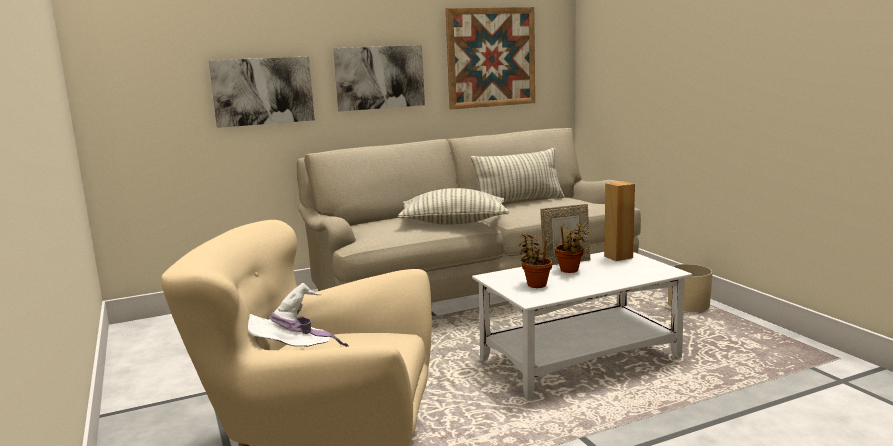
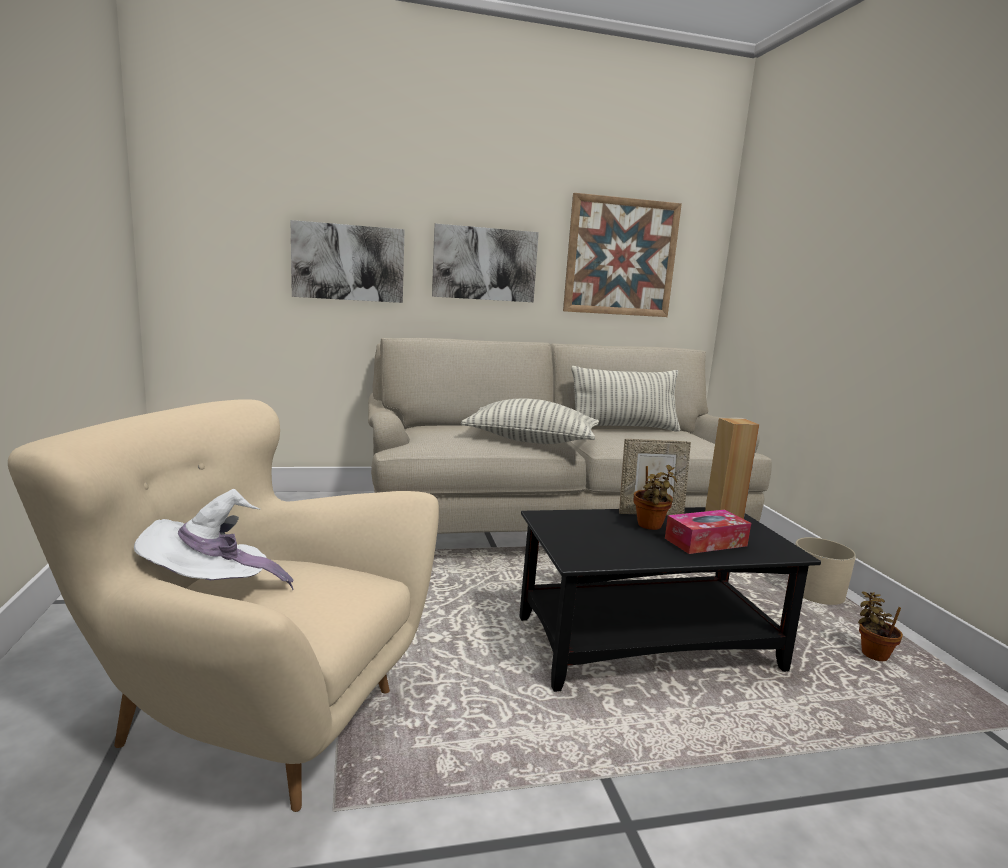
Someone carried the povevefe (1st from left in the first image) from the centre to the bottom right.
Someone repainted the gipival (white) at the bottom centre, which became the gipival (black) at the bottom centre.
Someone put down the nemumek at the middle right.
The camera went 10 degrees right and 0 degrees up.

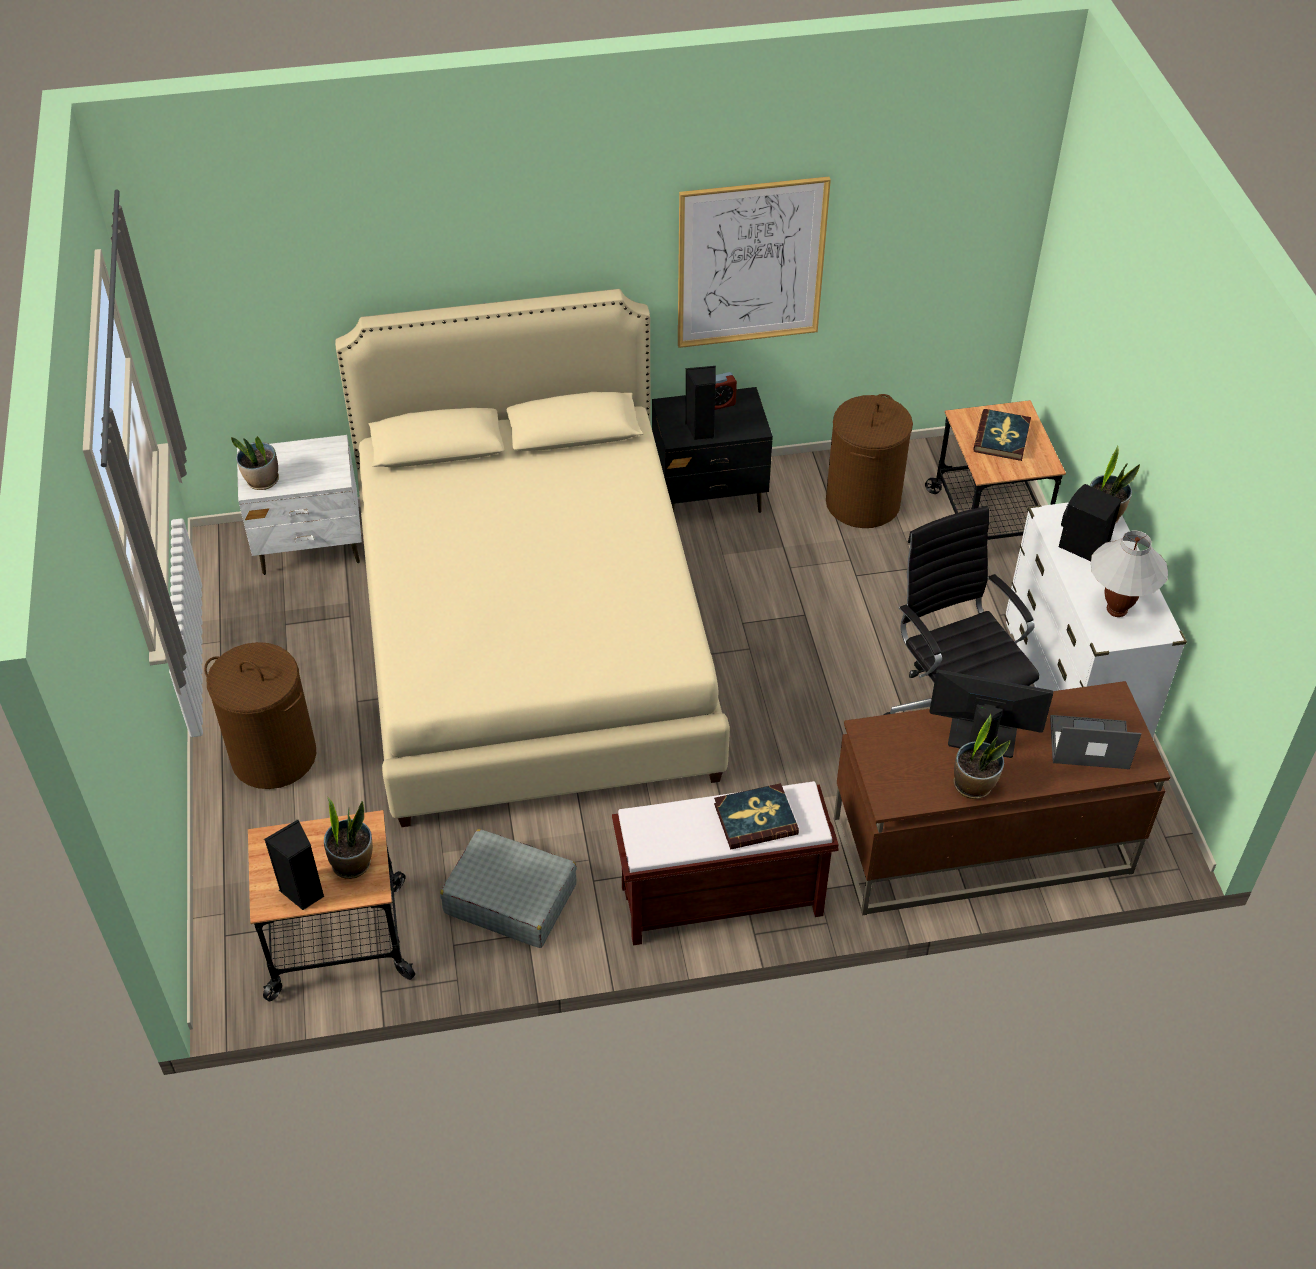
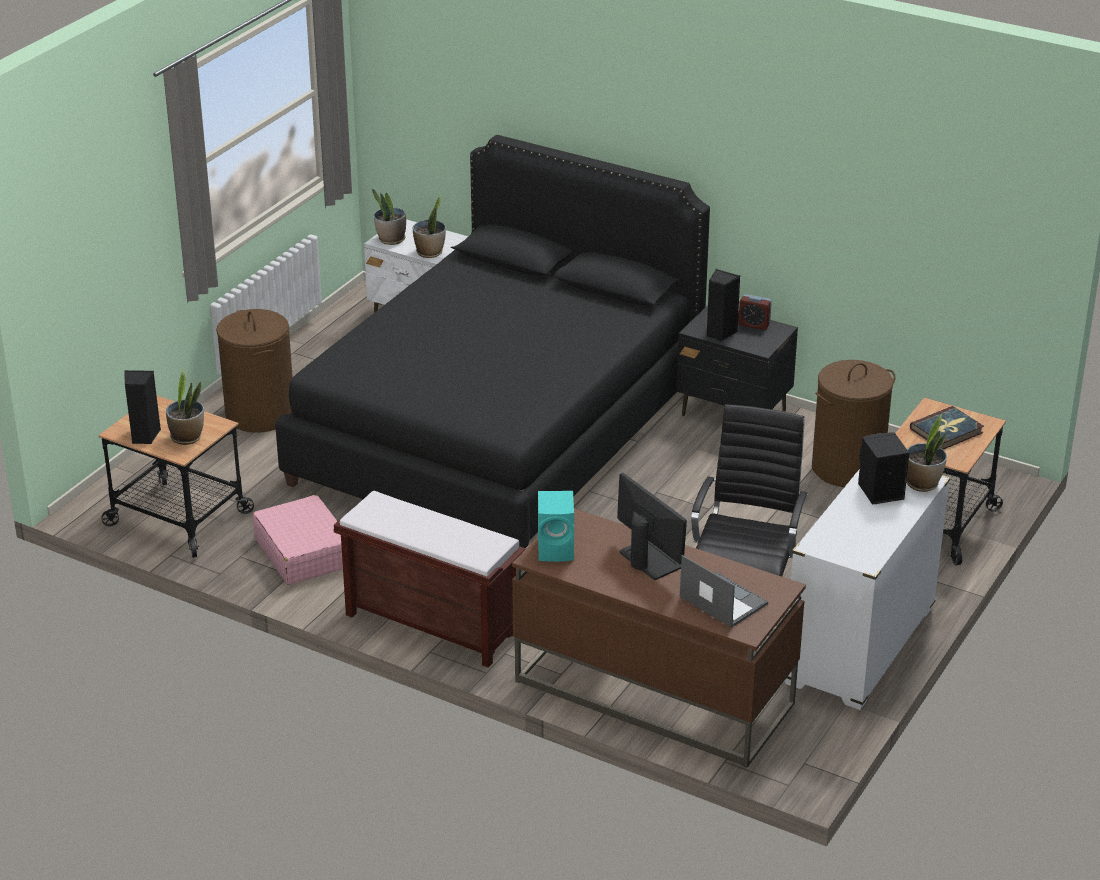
Someone took away the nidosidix at the top centre.
Someone repainted the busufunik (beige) at the centre, which became the busufunik (black) at the centre.
Someone took away the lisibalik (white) at the middle right.
Someone carried the povevefe (3rd from left) from the middle right to the top centre.
Someone took away the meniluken (1st from left) at the centre.
Someone repainted the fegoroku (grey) at the bottom centre, which became the fegoroku (pink) at the middle left.
Someone put down the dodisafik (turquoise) at the centre.
The camera went 40 degrees right and 15 degrees down.

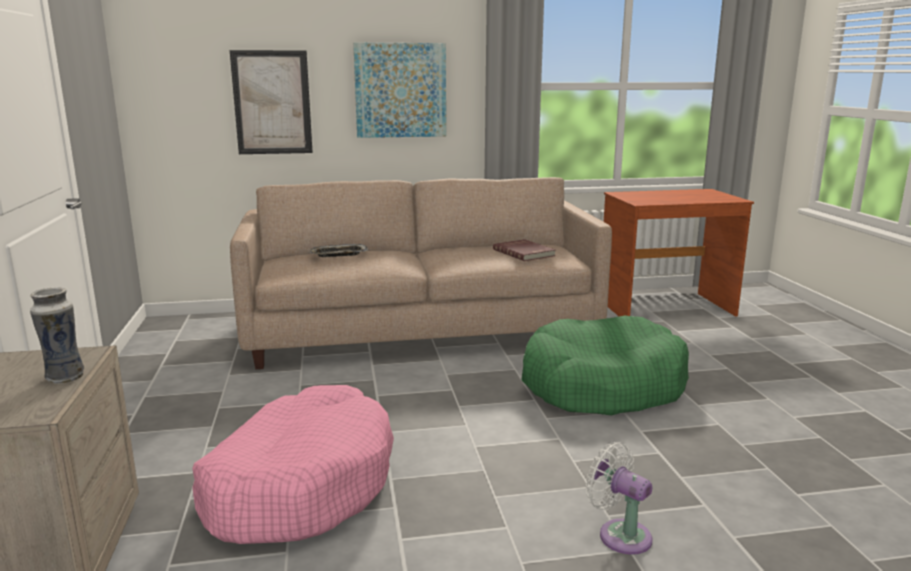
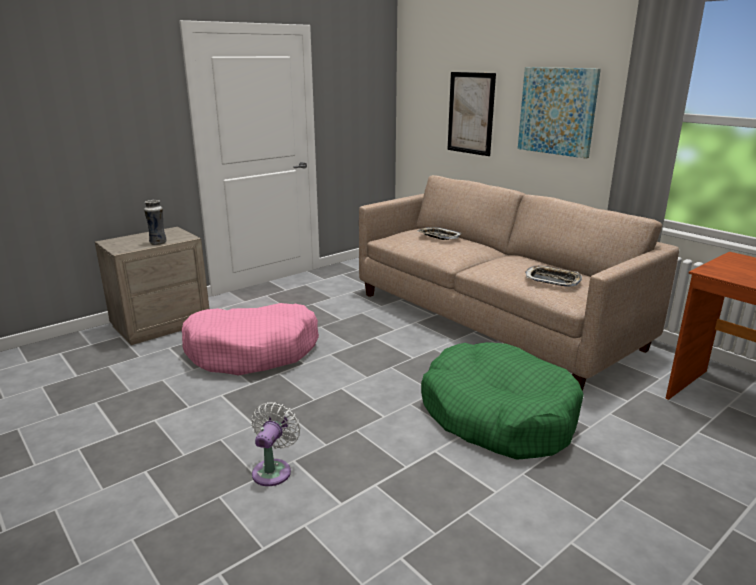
Someone swapped the meniluken (red) at the centre for the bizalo (2nd from left) at the middle right.
The camera went 60 degrees right and 5 degrees up.

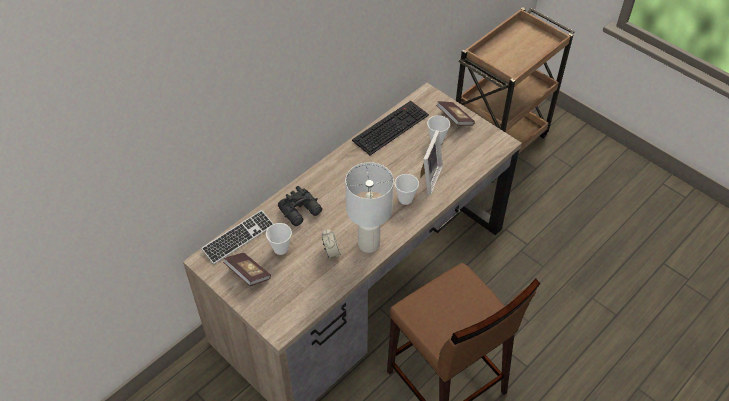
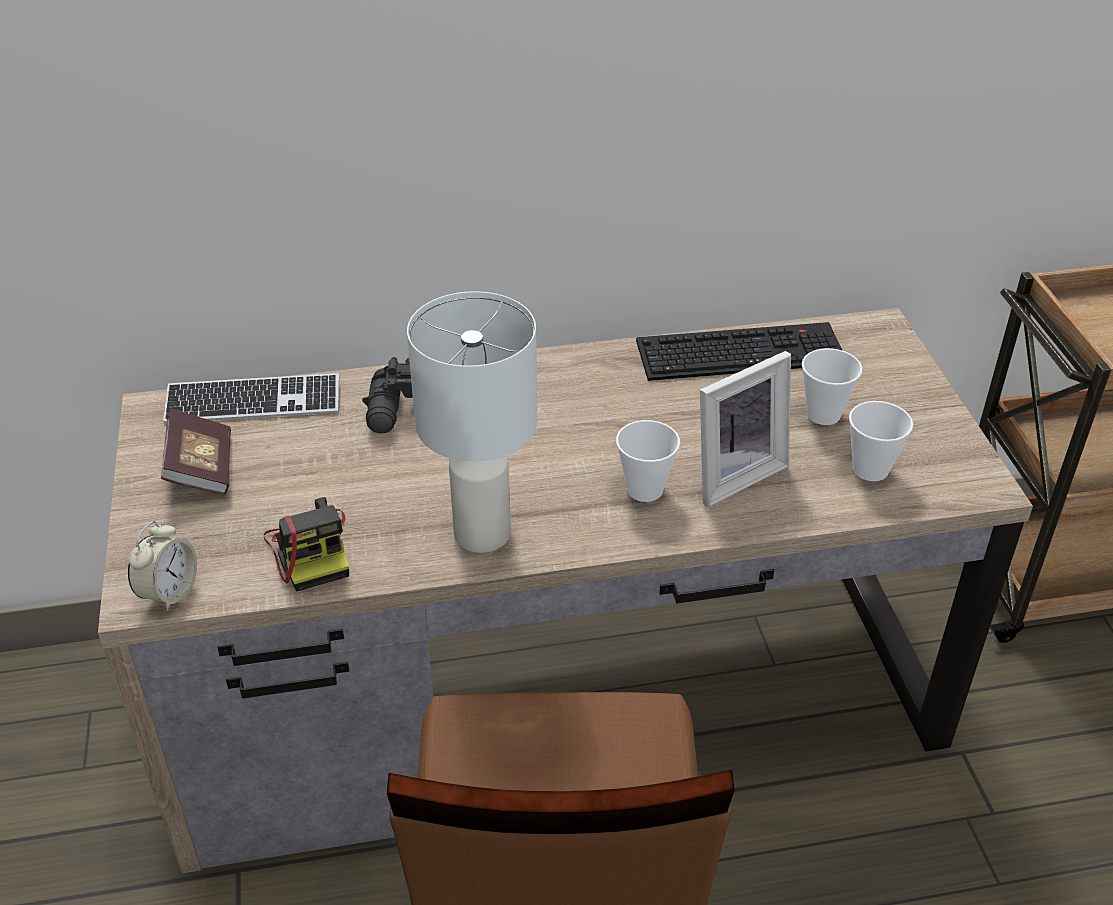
Someone took away the meniluken (2nd from left) at the top centre.
Someone carried the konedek (1st from left in the first image) from the centre to the middle right.
Someone carried the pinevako from the centre to the middle left.
Someone put down the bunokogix at the middle left.
The camera went 35 degrees right and 10 degrees down.

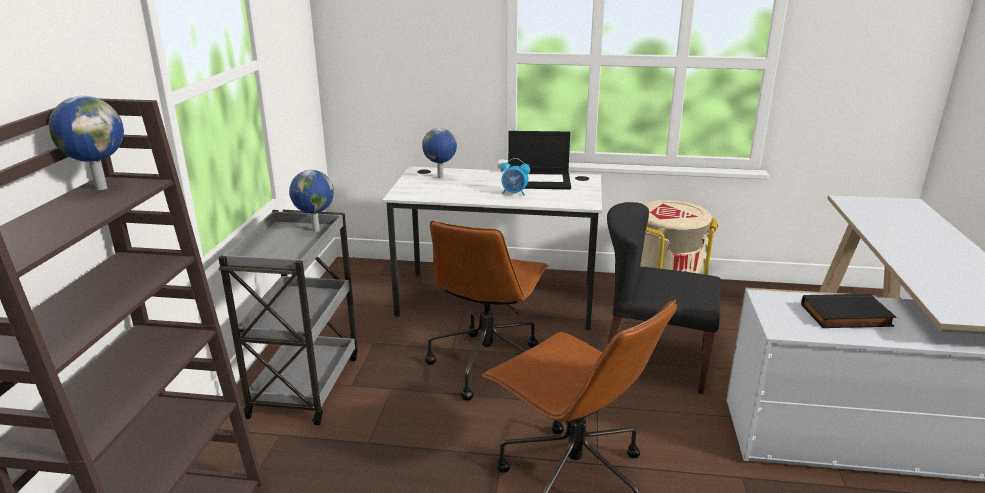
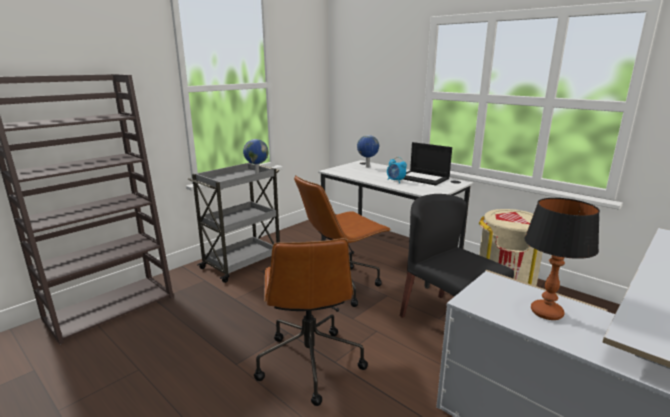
Someone took away the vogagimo (1st from left) at the top left.
Someone swapped the meniluken (black) at the middle right for the lisibalik at the middle right.
The camera went 35 degrees right and 5 degrees down.

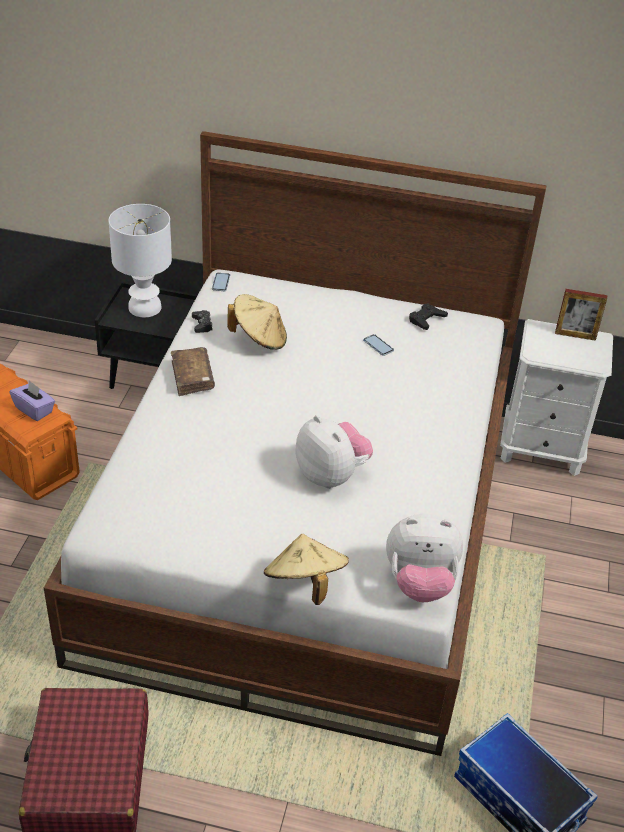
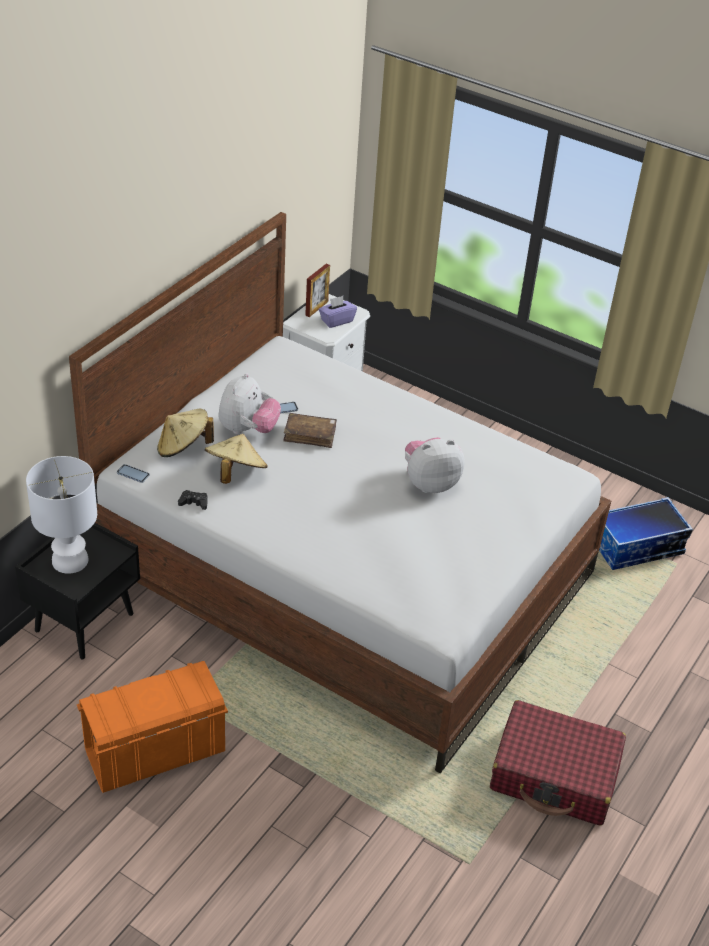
Someone took away the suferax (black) (2nd from left) at the middle right.
Someone carried the meniluken (brown) from the middle left to the centre.
Someone carried the nemumek (purple) from the middle left to the top centre.
Someone carried the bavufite (2nd from left in the first image) from the bottom right to the centre.
Someone carried the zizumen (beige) (2nd from left in the first image) from the bottom centre to the middle left.
The camera went 70 degrees left and 0 degrees up.

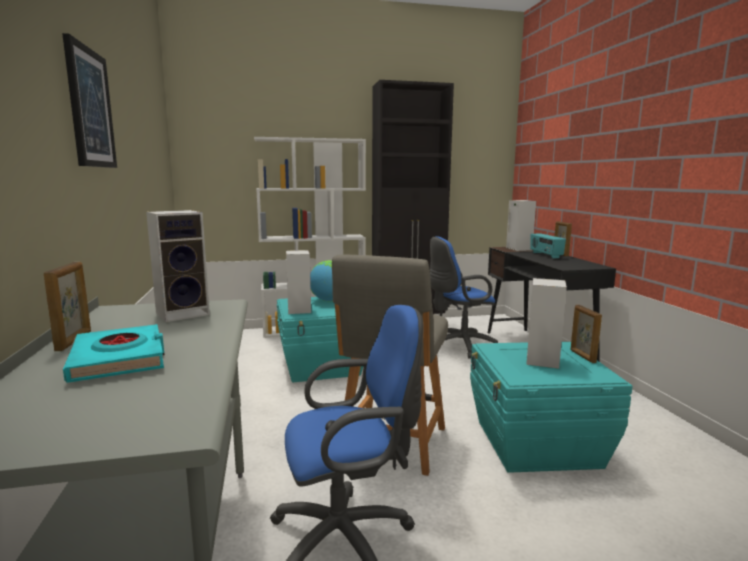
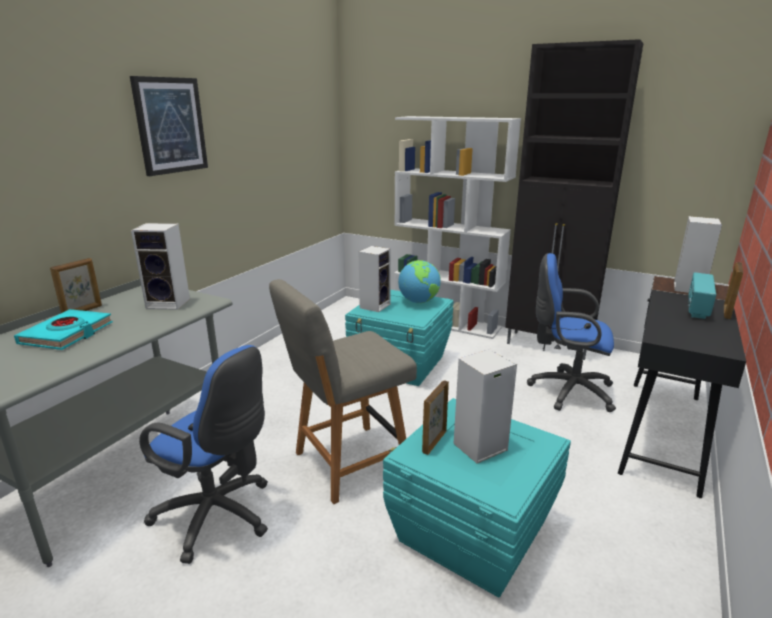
Someone carried the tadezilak (3rd from left in the first image) from the middle right to the bottom centre.
The camera went 40 degrees right and 10 degrees up.

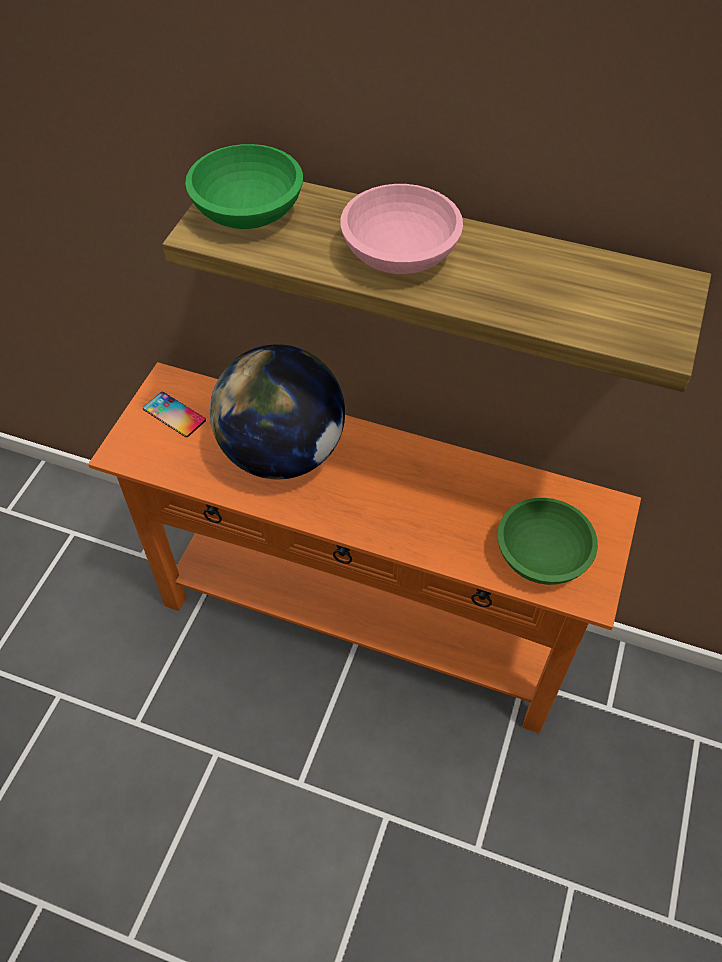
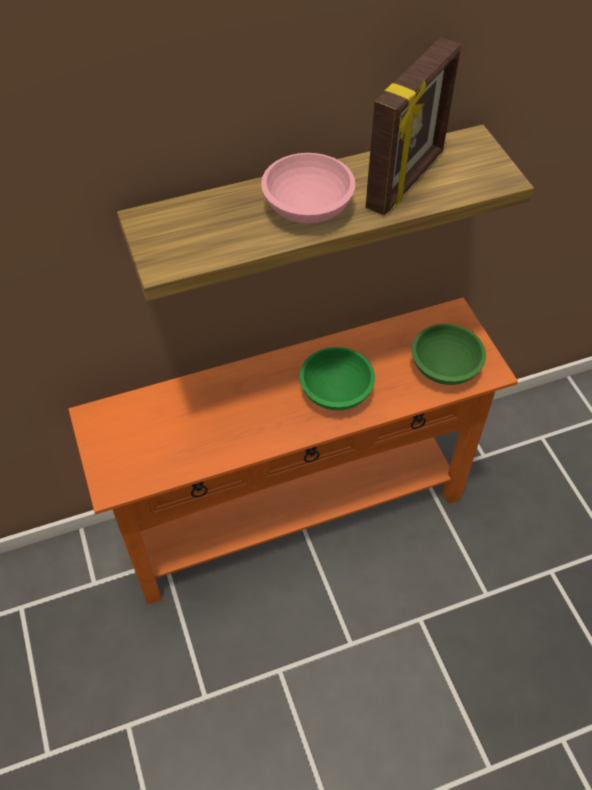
Someone carried the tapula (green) (1st from left) from the top centre to the centre.
Someone took away the vogagimo at the centre.
Someone took away the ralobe at the middle left.
Someone put down the tadezilak at the top right.
The camera went 40 degrees left and 0 degrees up.

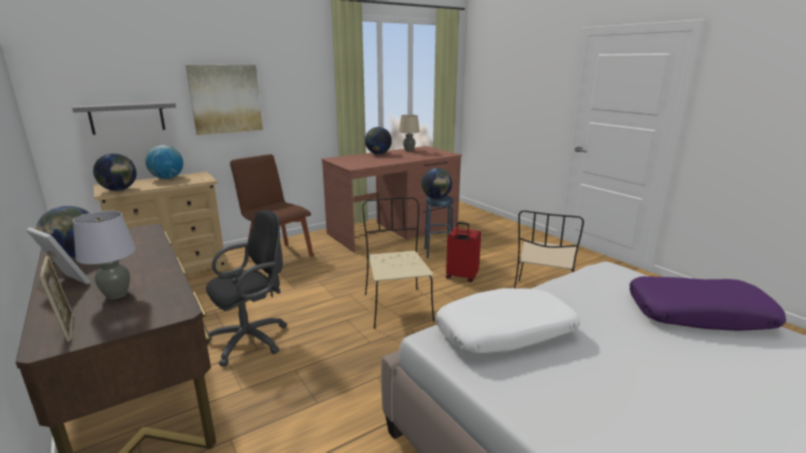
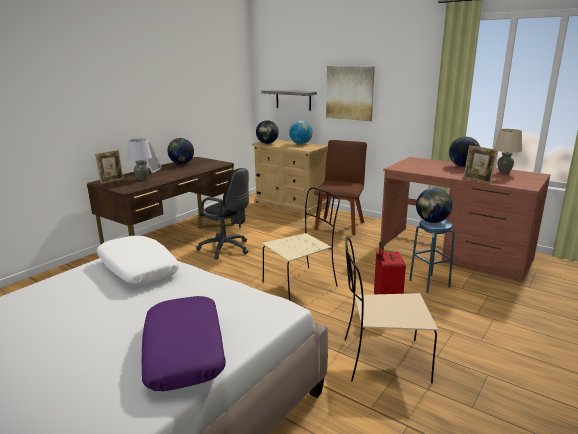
Someone put down the tadezilak (3rd from left) at the middle right.
The camera went 70 degrees right and 0 degrees up.

